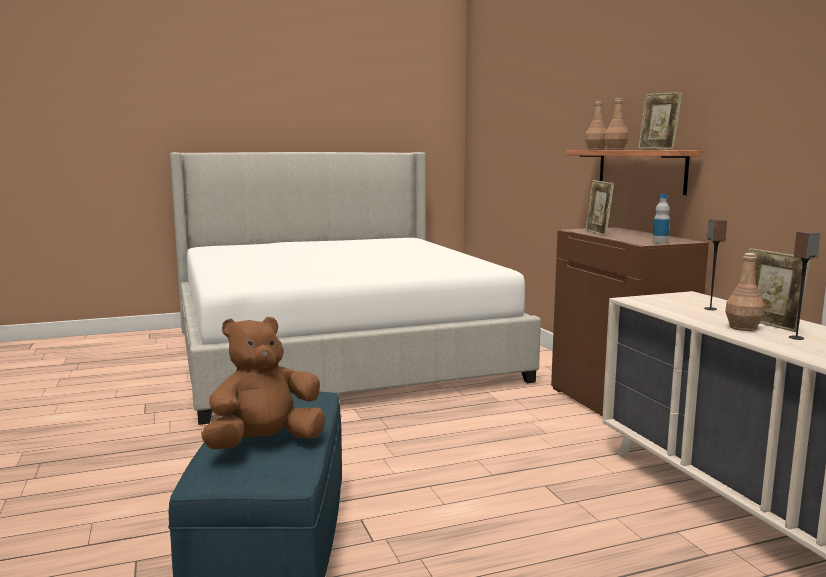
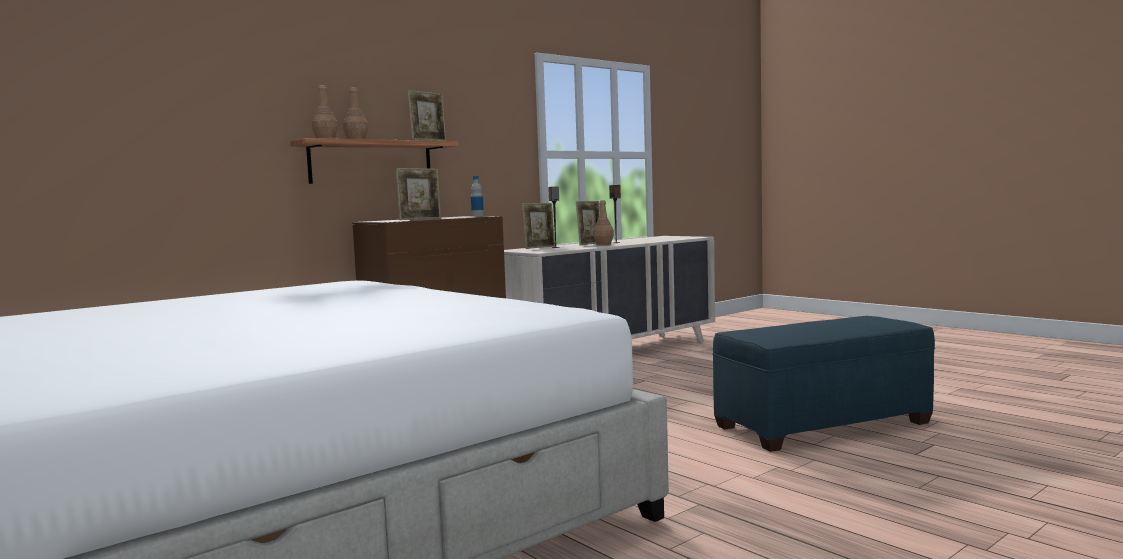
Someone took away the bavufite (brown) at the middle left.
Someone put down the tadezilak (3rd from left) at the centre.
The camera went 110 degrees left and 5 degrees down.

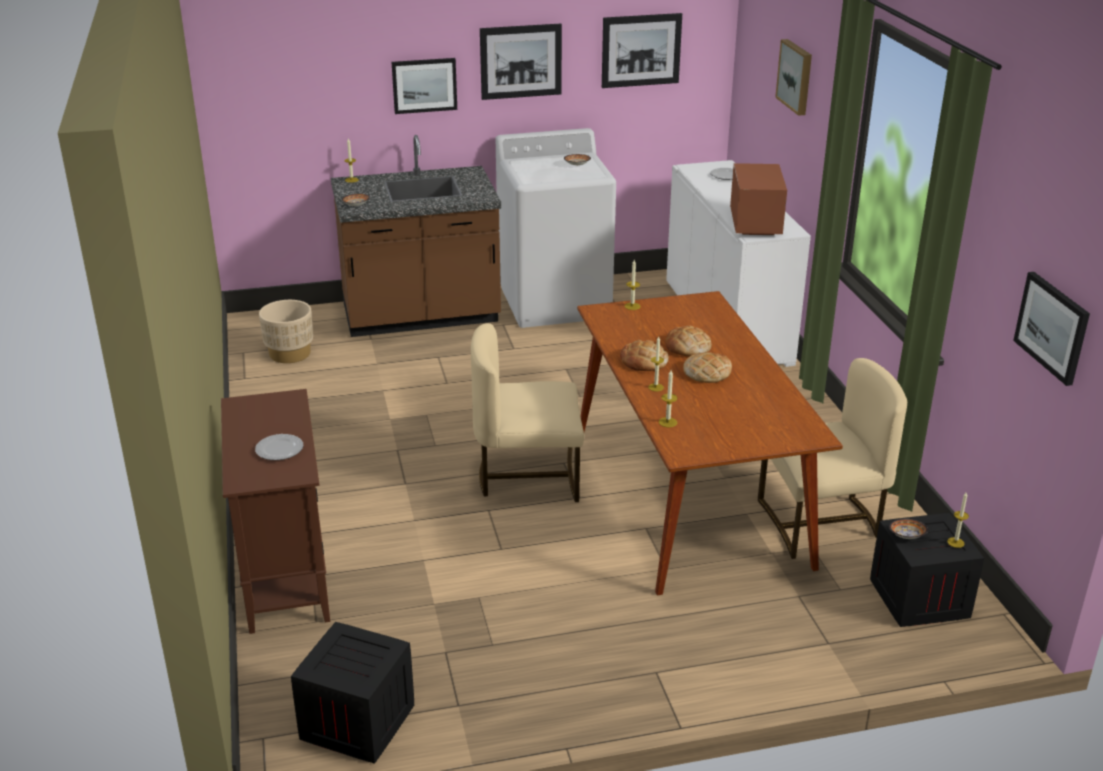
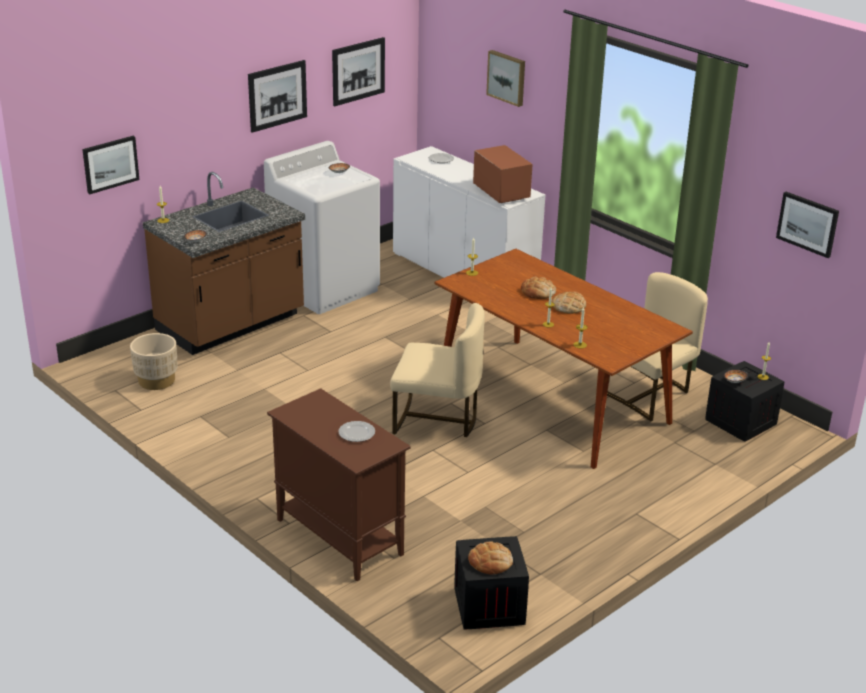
Someone carried the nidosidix (1st from left) from the top centre to the top left.
Someone rotated the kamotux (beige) (1st from left) at the centre by 135 degrees counterclockwise.
Someone carried the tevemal (1st from left) from the centre to the bottom centre.
The camera went 30 degrees left and 0 degrees up.

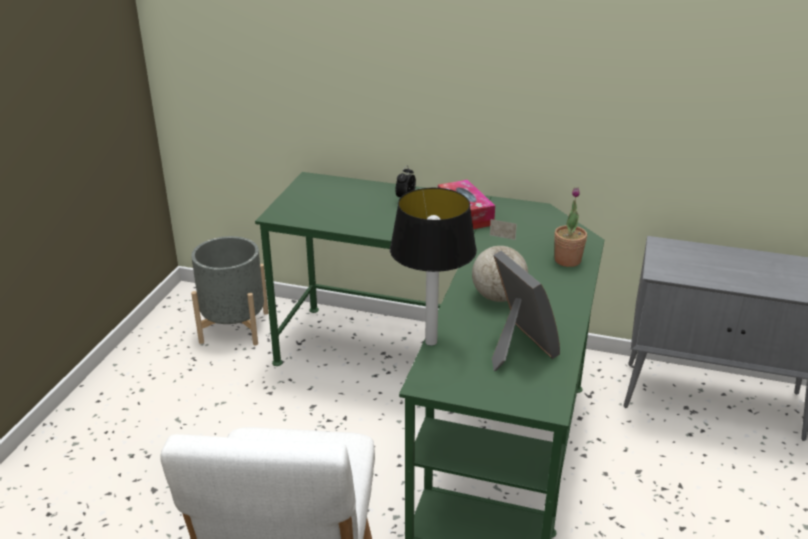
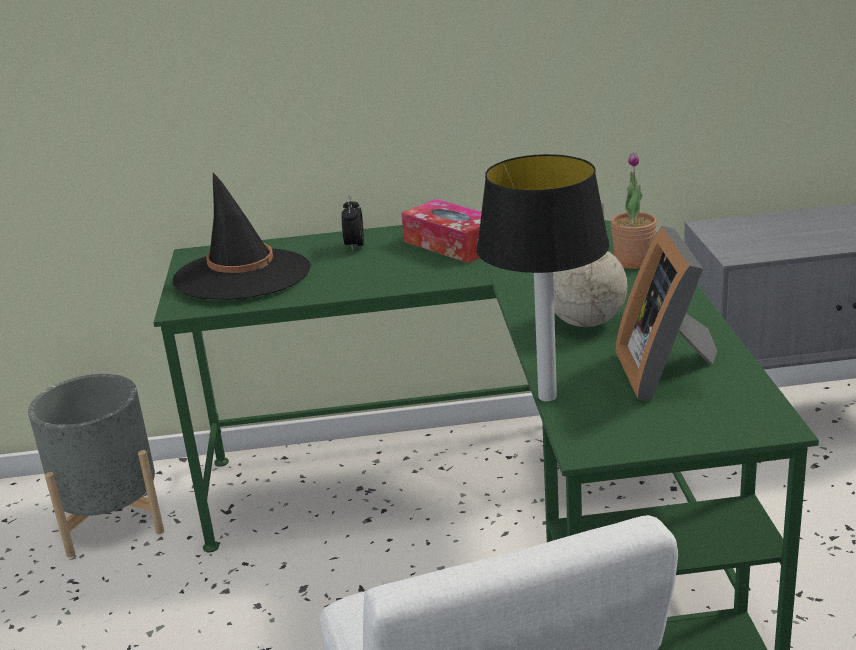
Someone rotated the tadezilak at the centre by 135 degrees counterclockwise.
Someone put down the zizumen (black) at the middle left.
The camera went 20 degrees left and 5 degrees down.

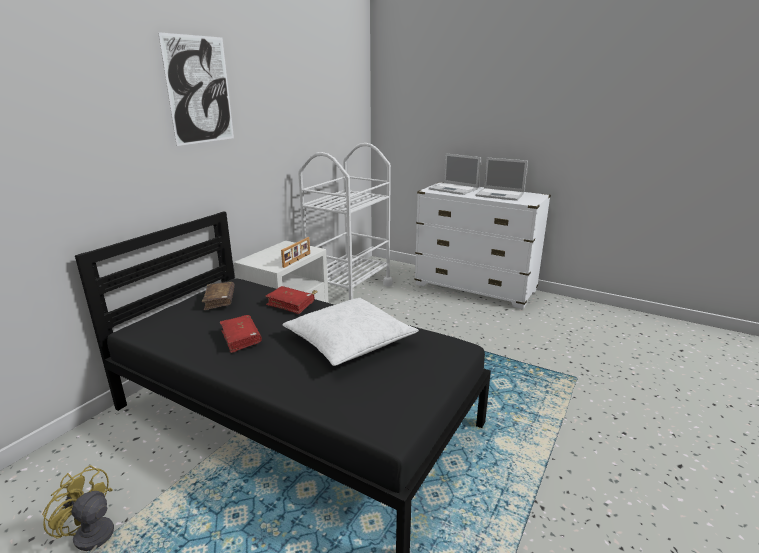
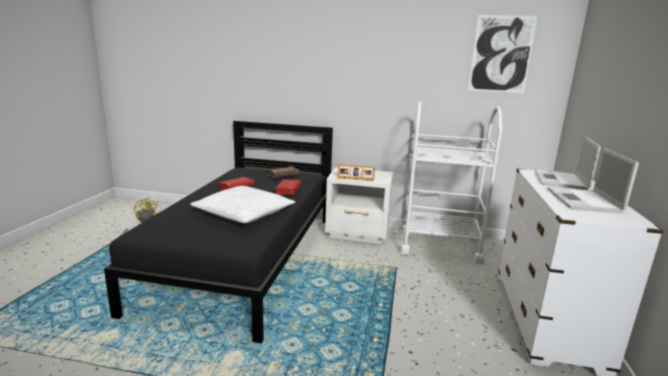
Someone carried the nidosidix from the top left to the top right.
The camera went 70 degrees right and 5 degrees down.

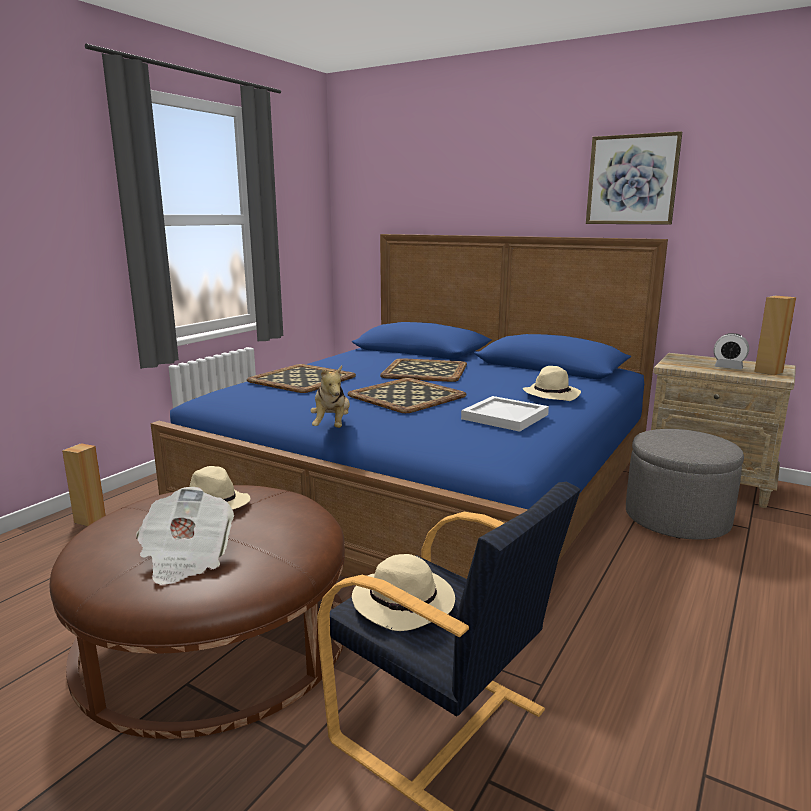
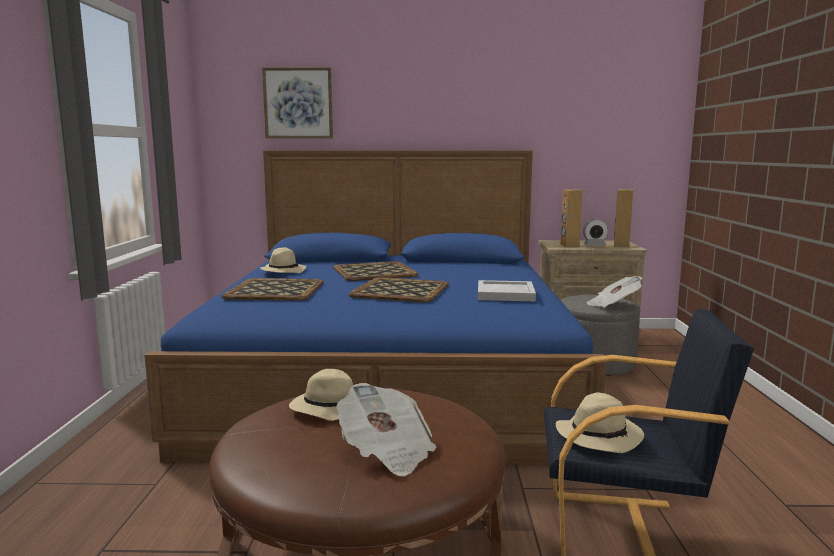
Someone carried the nidosidix from the top right to the top centre.
Someone took away the bavufite at the centre.
Someone carried the zizumen (beige) (3rd from left in the first image) from the middle right to the centre.
Someone carried the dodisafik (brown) (1st from left) from the middle left to the middle right.
Someone put down the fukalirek (2nd from left) at the middle right.
The camera went 30 degrees left and 5 degrees down.

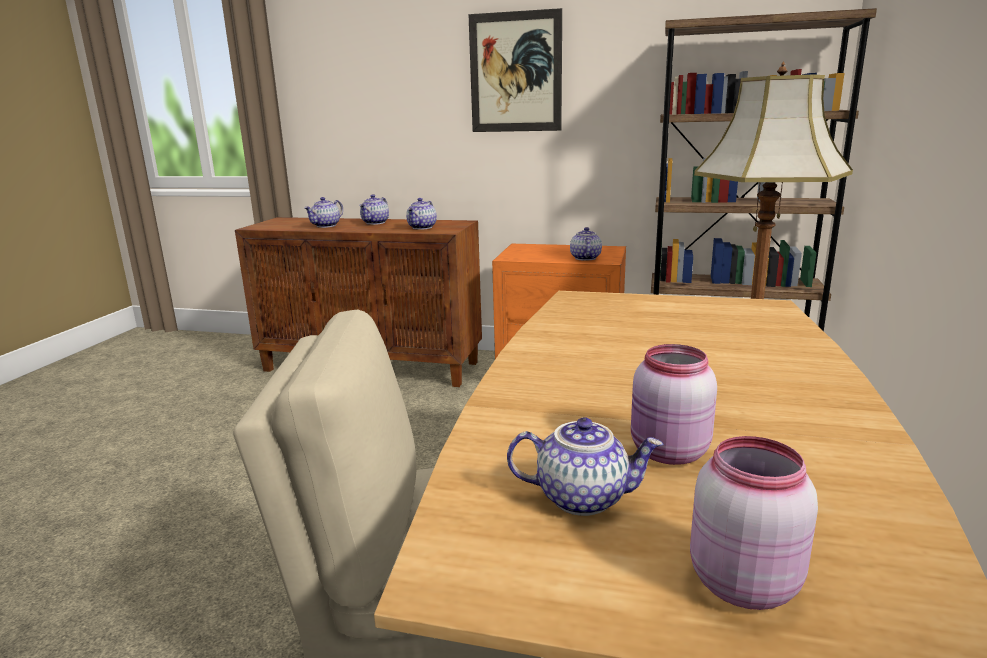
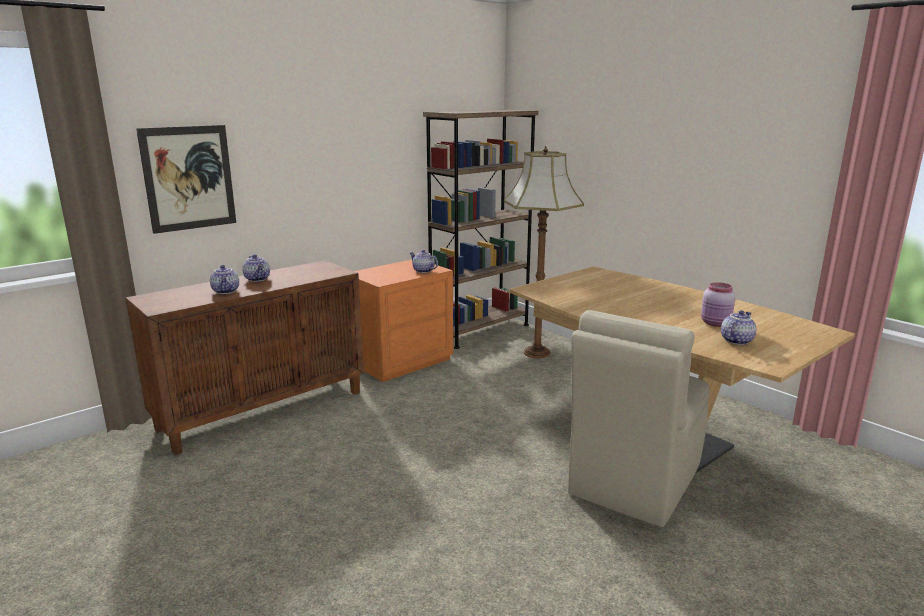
Someone carried the nidosidix from the top centre to the top left.
Someone took away the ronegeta (3rd from left) at the top centre.
Someone took away the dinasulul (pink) (2nd from left) at the bottom right.
The camera went 55 degrees left and 0 degrees up.

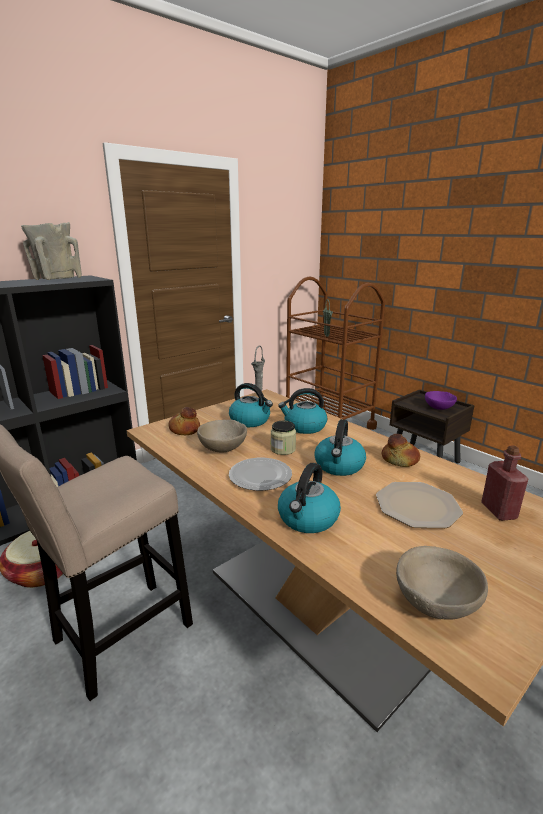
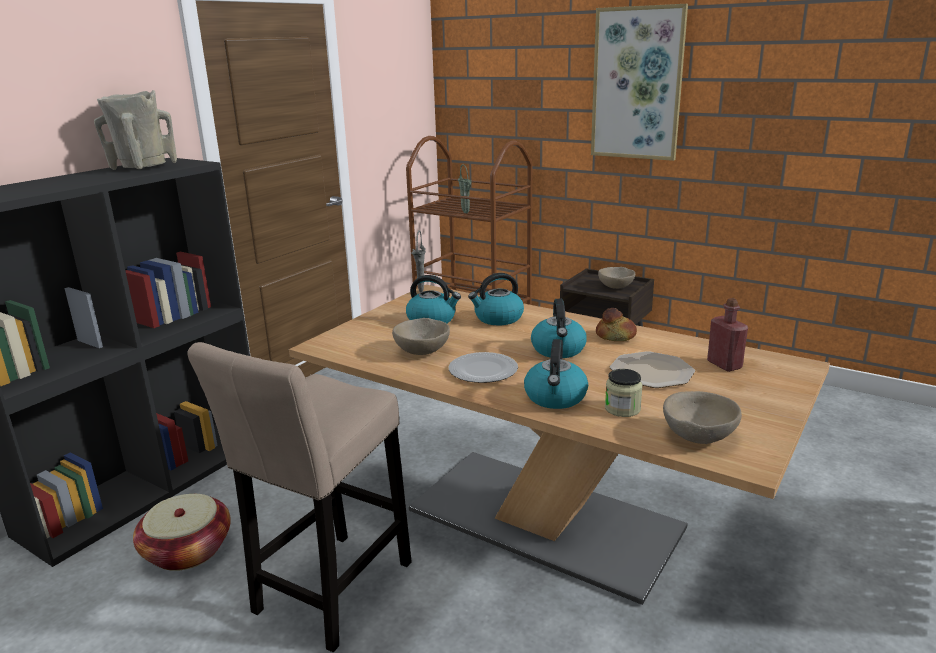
Someone repainted the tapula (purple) at the middle right, which became the tapula (beige) (2nd from left) at the centre.
Someone took away the tevemal (1st from left) at the centre.
Someone carried the dinasulul from the centre to the middle right.
Someone put up the nidosidix at the top right.
The camera went 15 degrees left and 0 degrees up.

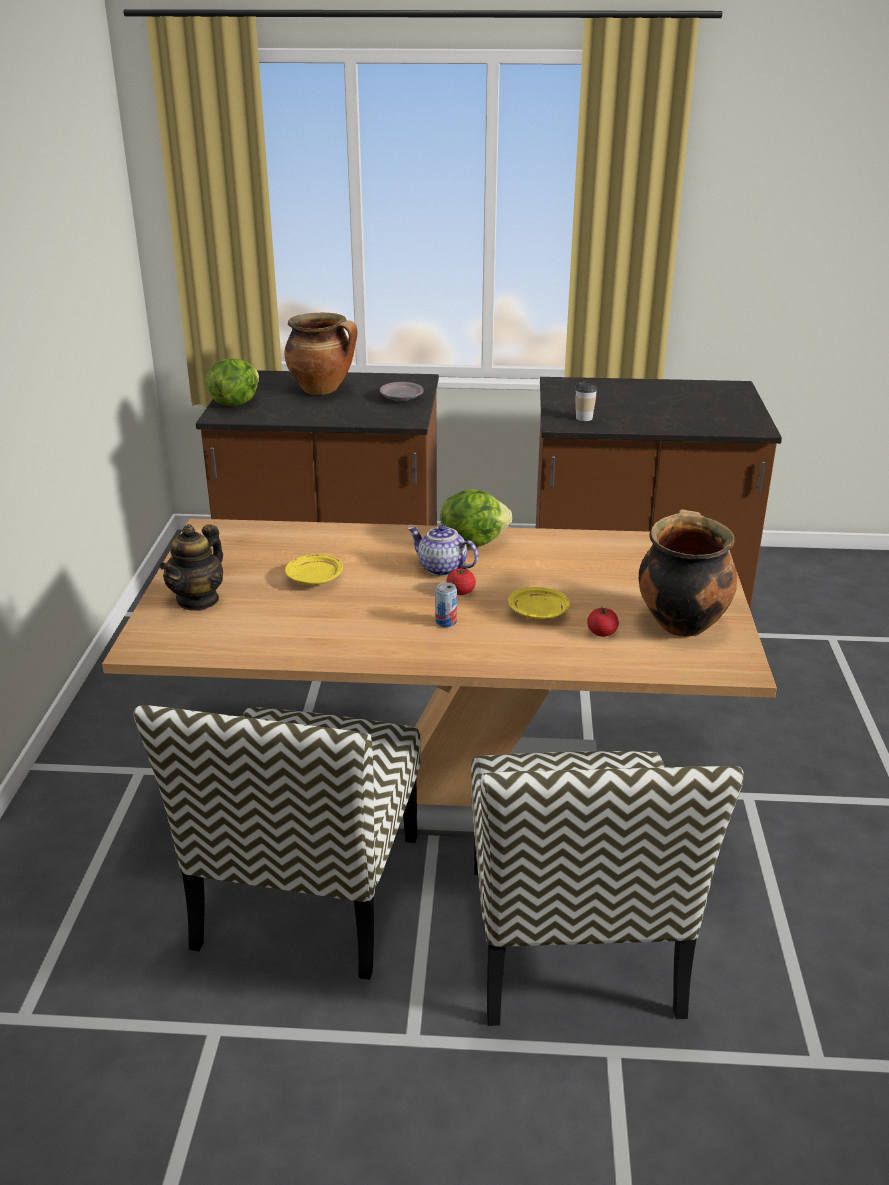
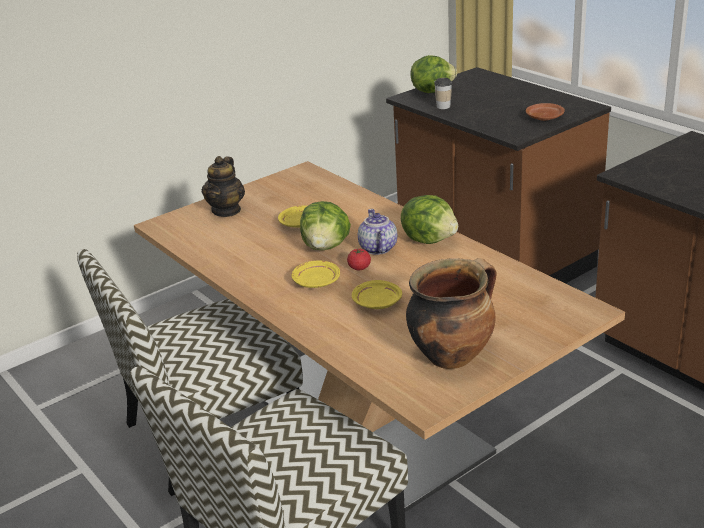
Someone took away the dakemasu (1st from left) at the top centre.
Someone repainted the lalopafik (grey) at the top centre, which became the lalopafik (brown) at the top right.
Someone carried the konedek from the centre to the top centre.
Someone rotated the ronegeta (1st from left) at the middle left by 60 degrees counterclockwise.
Someone swapped the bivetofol at the centre for the lalopafik (yellow) (2nd from left) at the centre.
Someone took away the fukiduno (2nd from left) at the middle right.
Someone put down the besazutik (1st from left) at the centre.
The camera went 50 degrees right and 0 degrees up.

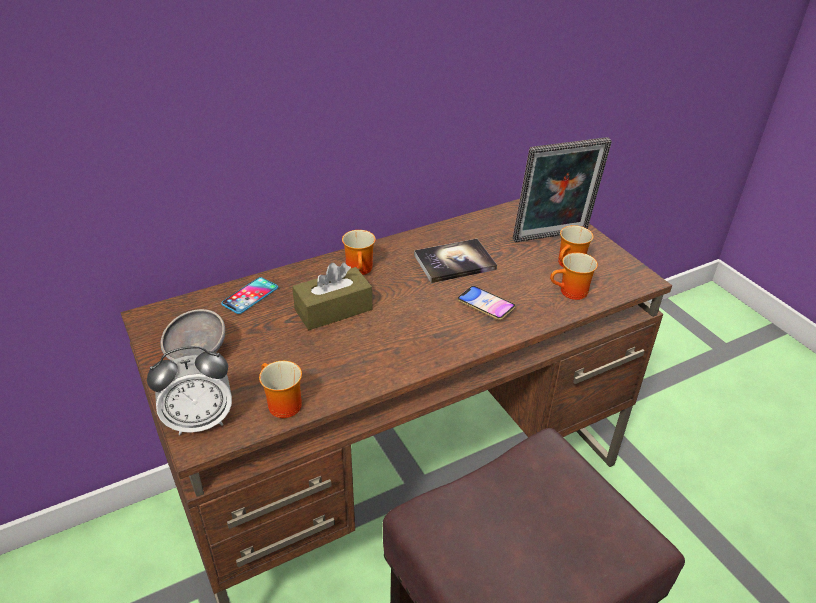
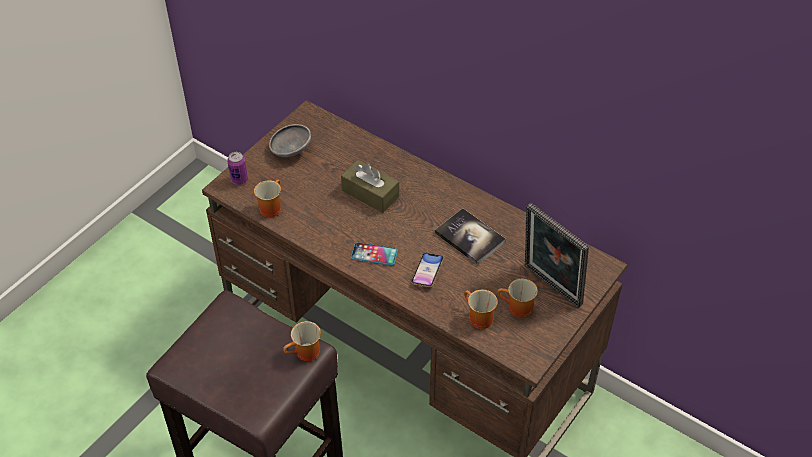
Someone carried the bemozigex (2nd from left) from the centre to the bottom centre.
Someone carried the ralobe (1st from left) from the middle left to the centre.
Someone swapped the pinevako at the middle left for the bivetofol at the middle left.
The camera went 65 degrees right and 10 degrees up.

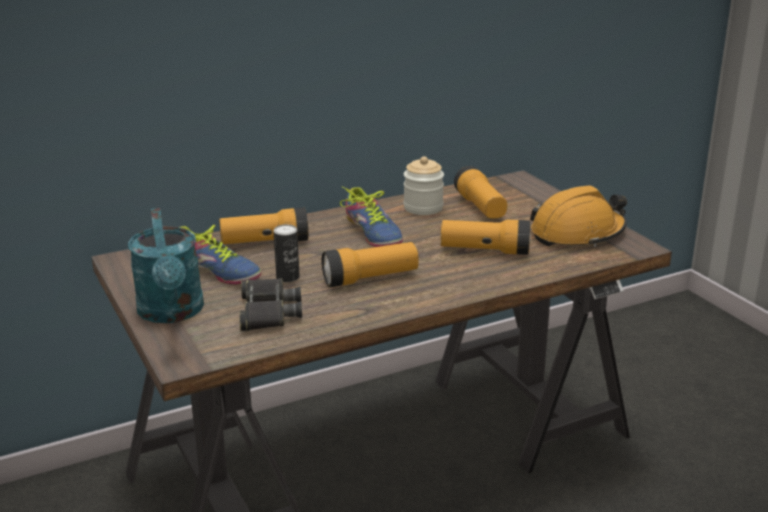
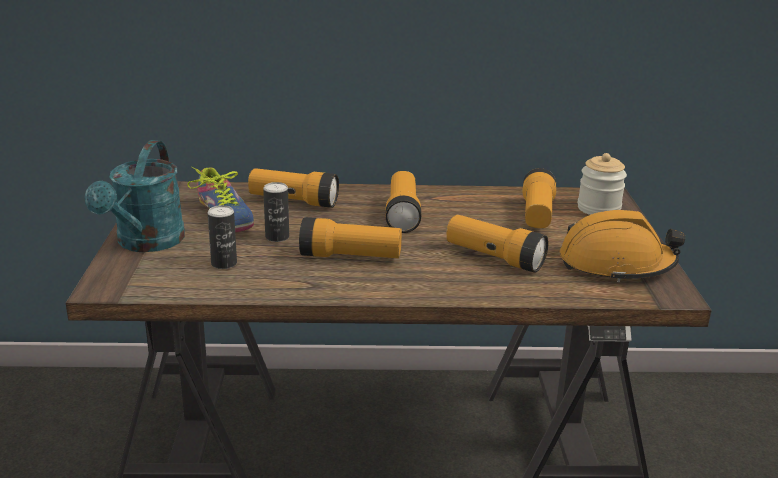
Someone carried the dinasulul from the centre to the middle right.
Someone swapped the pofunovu (2nd from left) at the centre for the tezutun (3rd from left) at the centre.
Someone swapped the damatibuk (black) at the centre for the bivetofol (1st from left) at the middle left.
The camera went 25 degrees right and 0 degrees up.

